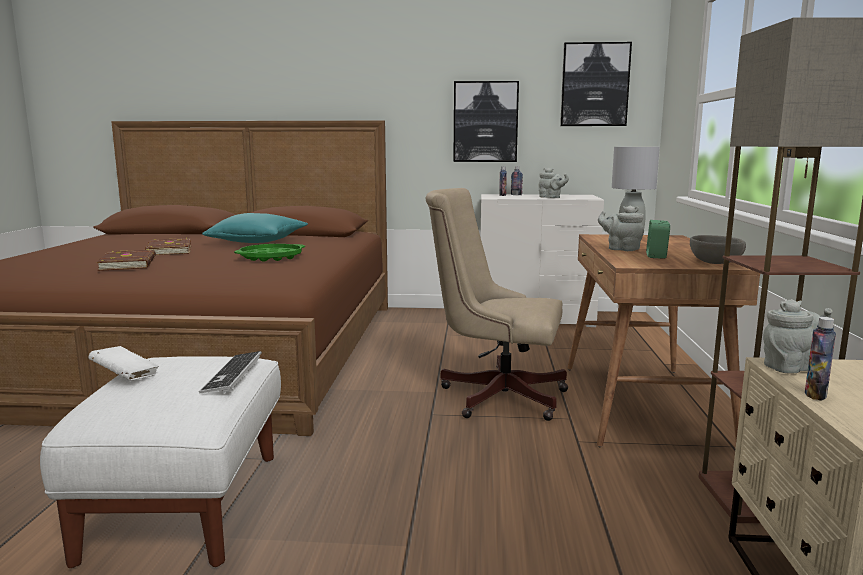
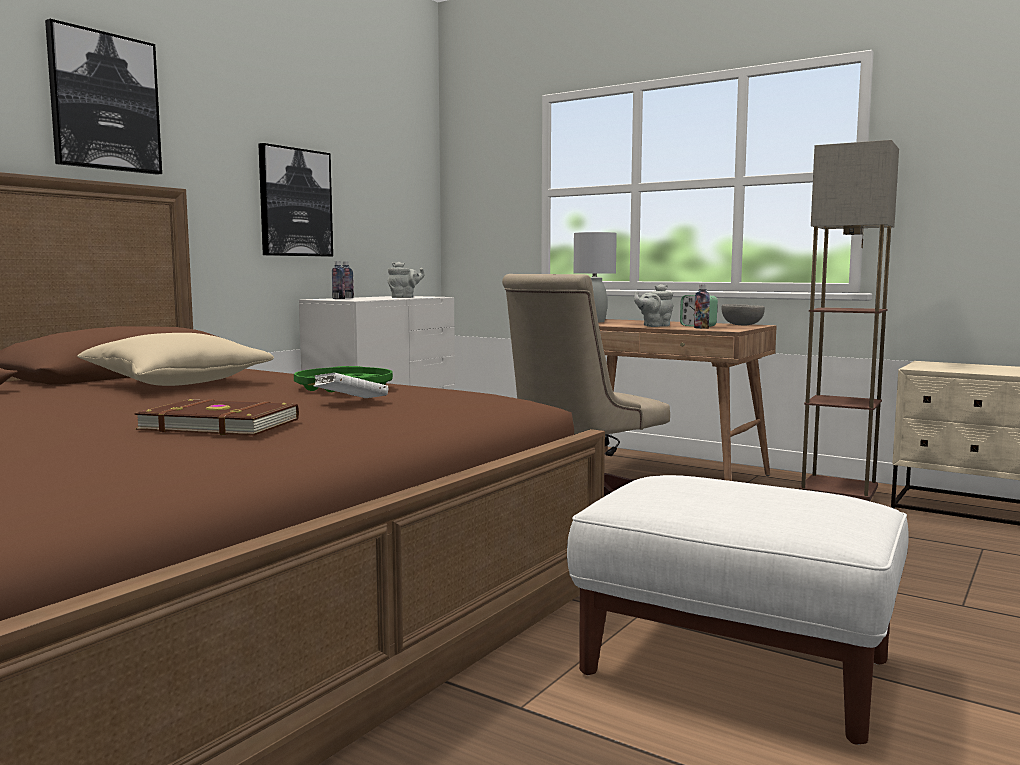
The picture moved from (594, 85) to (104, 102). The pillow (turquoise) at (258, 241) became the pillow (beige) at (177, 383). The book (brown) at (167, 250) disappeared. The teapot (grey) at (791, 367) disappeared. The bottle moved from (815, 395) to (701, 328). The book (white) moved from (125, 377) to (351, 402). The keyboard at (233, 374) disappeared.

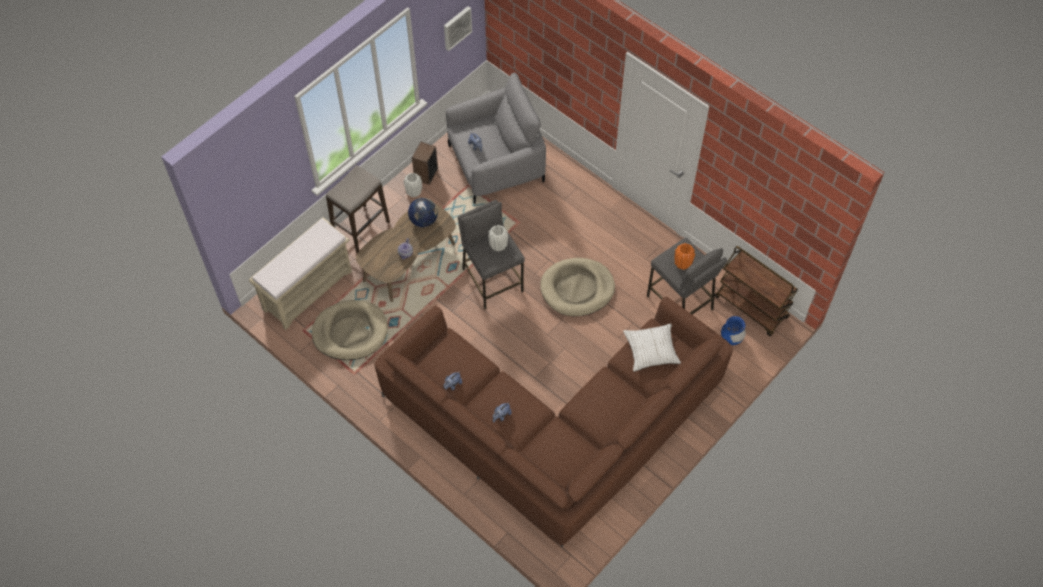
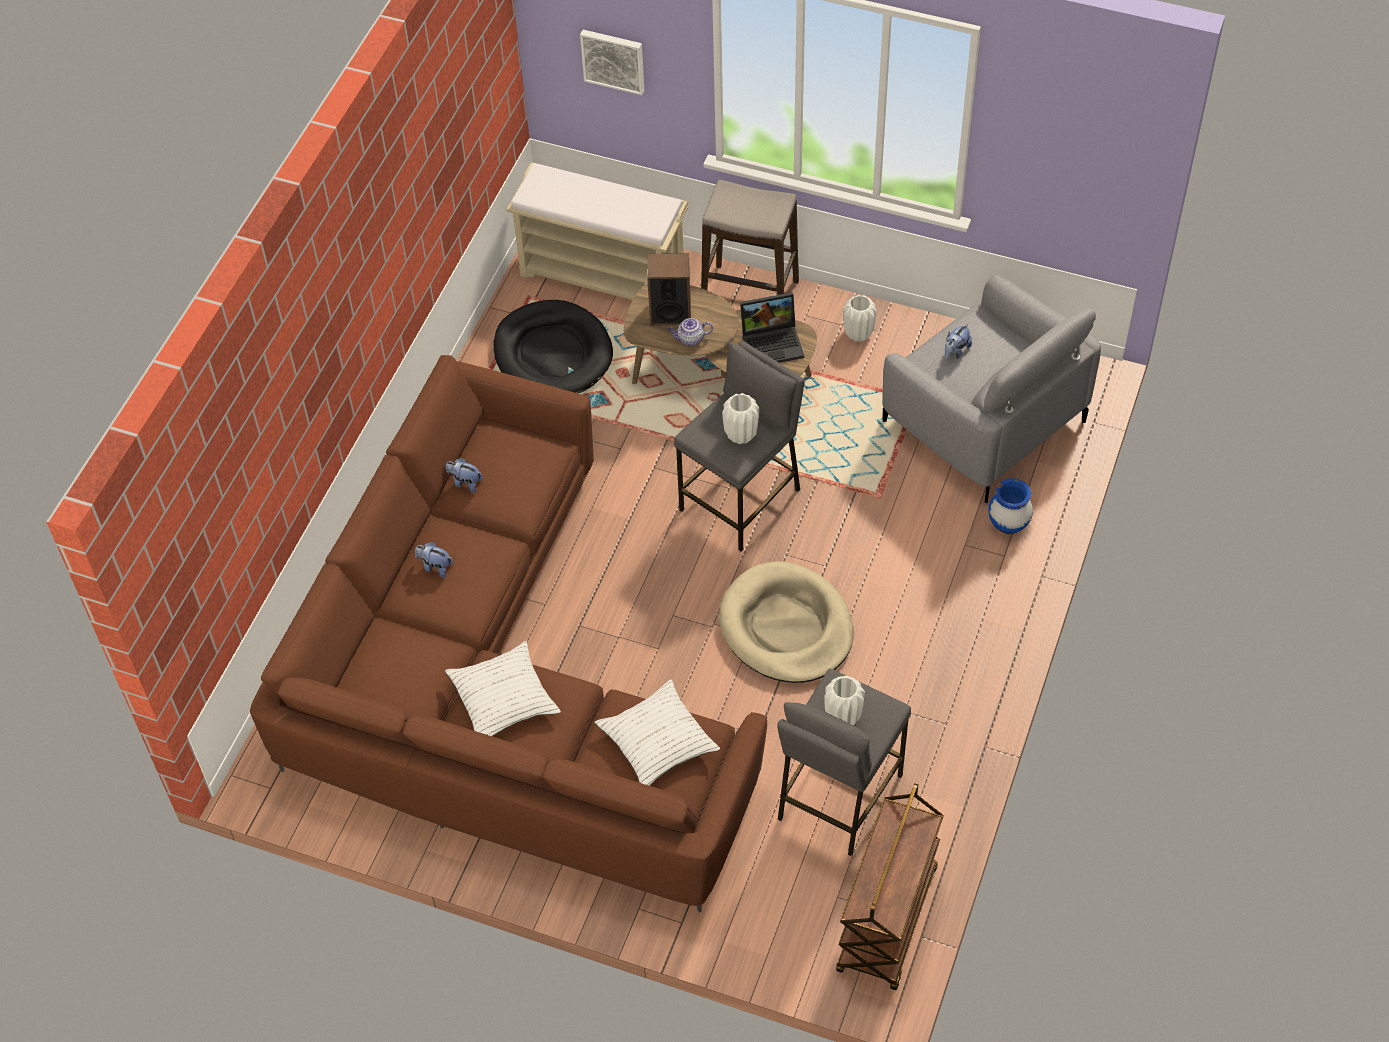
The picture moved from (456, 27) to (613, 60). The speaker moved from (426, 174) to (670, 313). The globe at (424, 220) was replaced by the laptop at (773, 342). The vase (orange) at (682, 264) became the vase (white) at (843, 718). The dog bed (beige) at (350, 332) became the dog bed (black) at (553, 354). The vase (blue) moved from (731, 339) to (1008, 524). The pillow (white) at (503, 698) appeared.

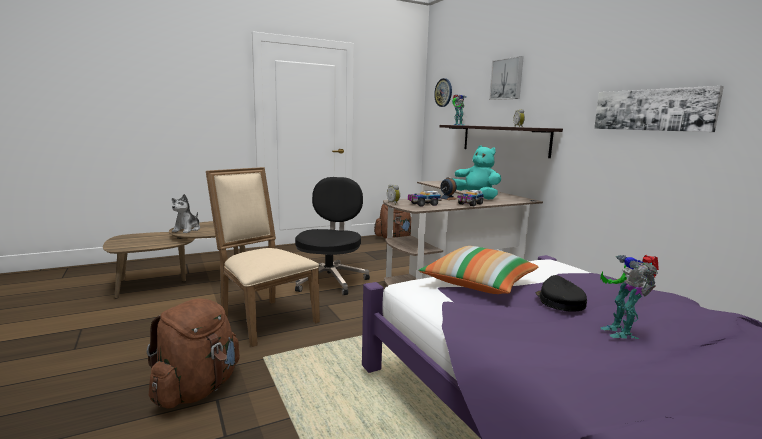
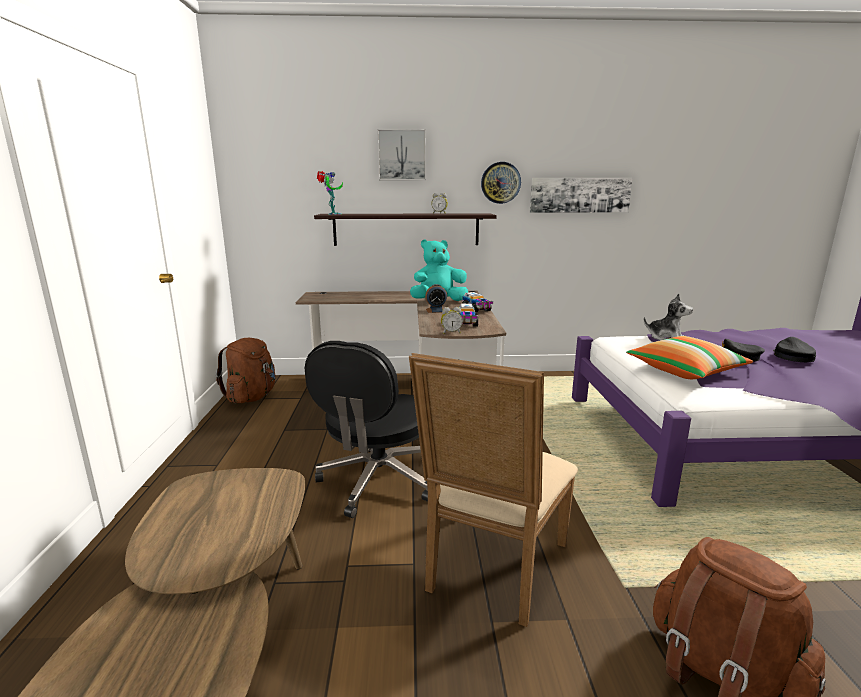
The wall clock moved from (443, 92) to (500, 183). The chair (beige) at (264, 318) turned 45 degrees counterclockwise. The office chair (black) at (330, 280) turned 105 degrees counterclockwise. The plush toy moved from (187, 229) to (666, 337). The toy robot at (621, 331) was replaced by the cap (black) at (792, 356).

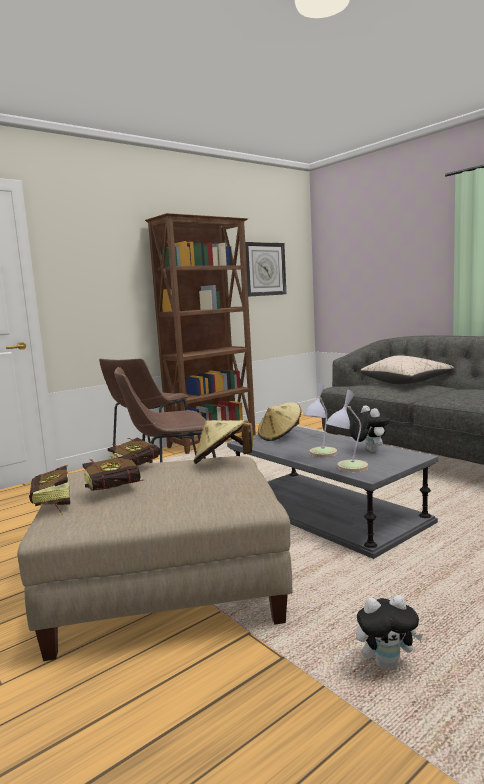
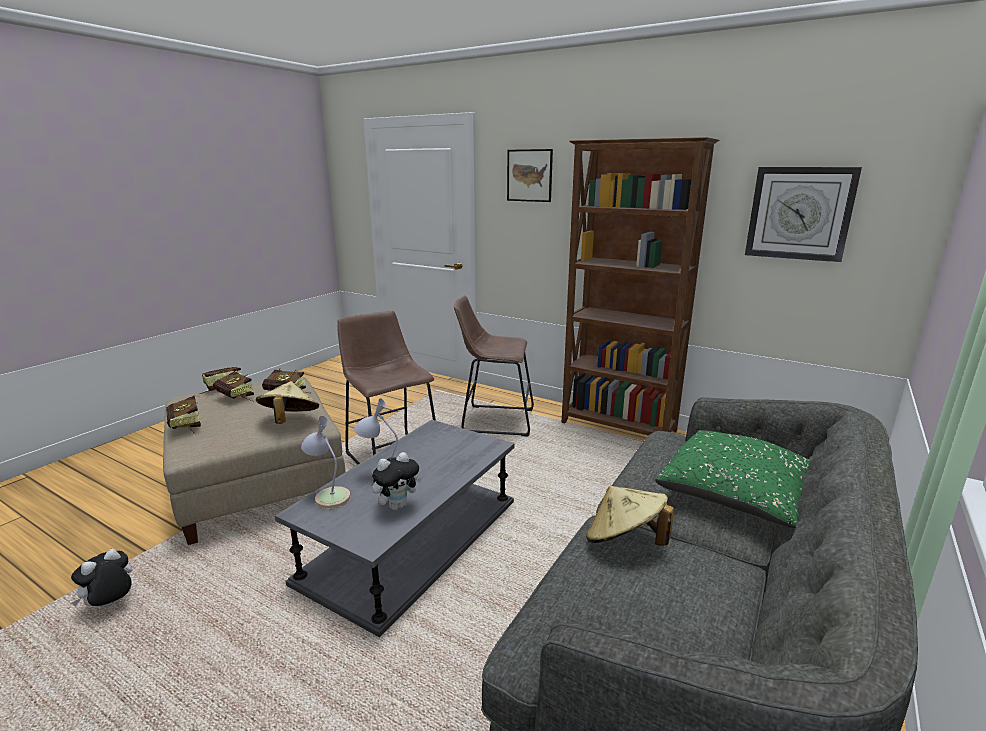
The pillow (beige) at (406, 382) became the pillow (green) at (736, 495). The hat (beige) moved from (280, 436) to (624, 541). The plush toy at (387, 663) turned 60 degrees clockwise. The picture at (529, 175) appeared. The book at (186, 427) appeared.

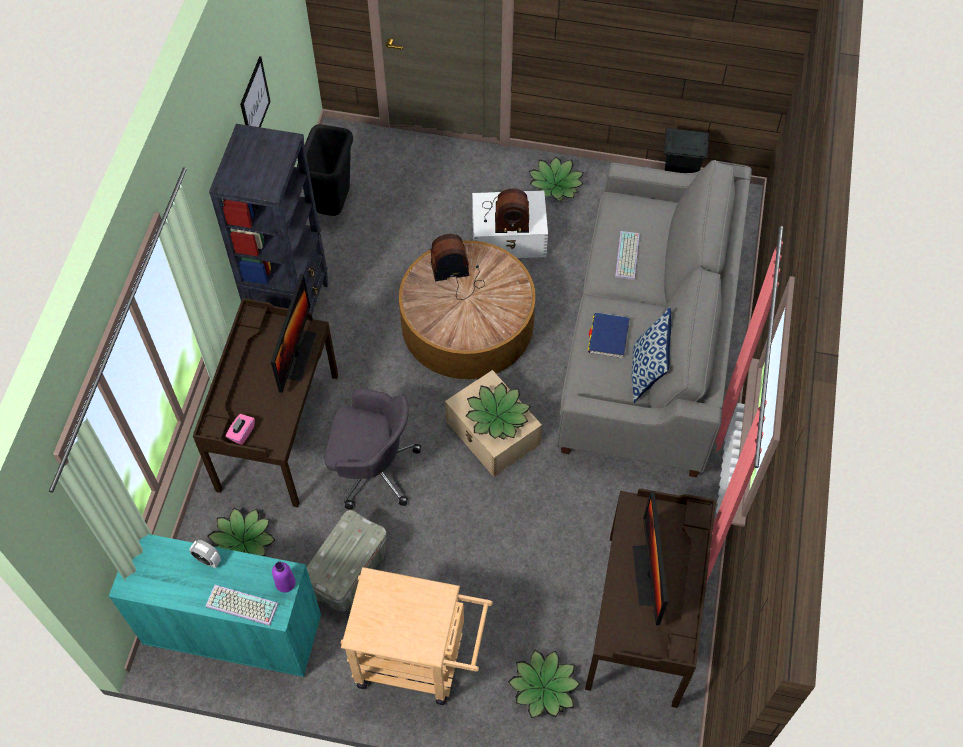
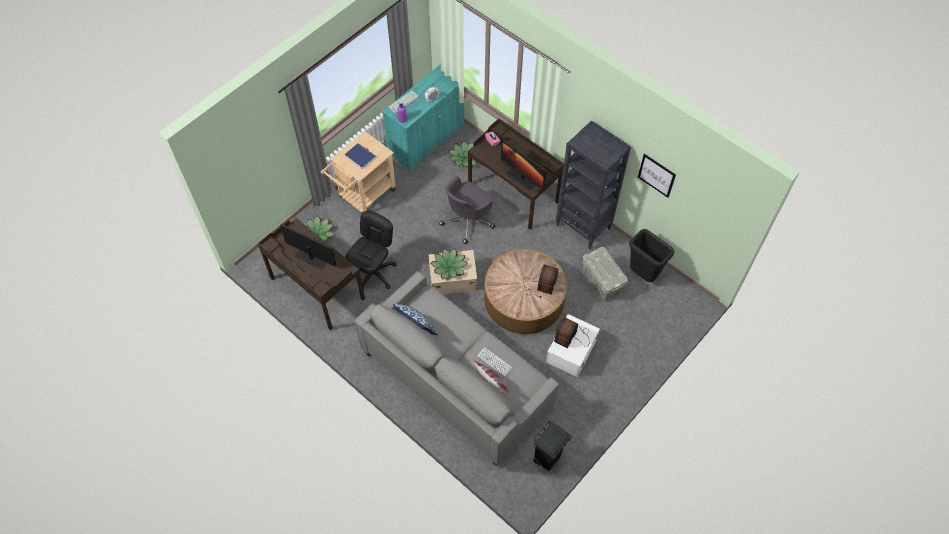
The potted plant at (555, 184) disappeared. The book (blue) moved from (608, 336) to (360, 157). The storage box (grey) moved from (348, 572) to (602, 281). The office chair (black) at (374, 273) appeared. The pillow at (491, 383) appeared.

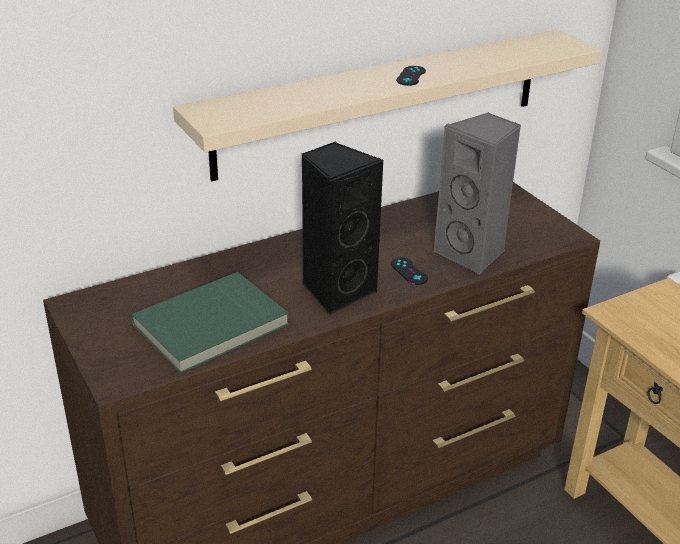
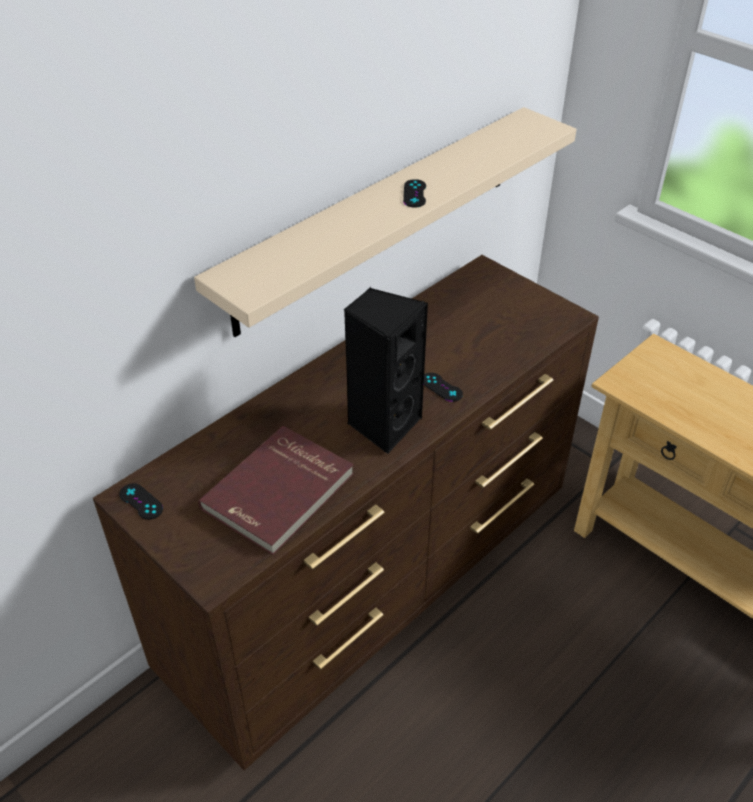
The speaker (grey) at (472, 254) disappeared. The book (green) at (212, 326) became the book (red) at (280, 492). The game controller (black) at (141, 501) appeared.

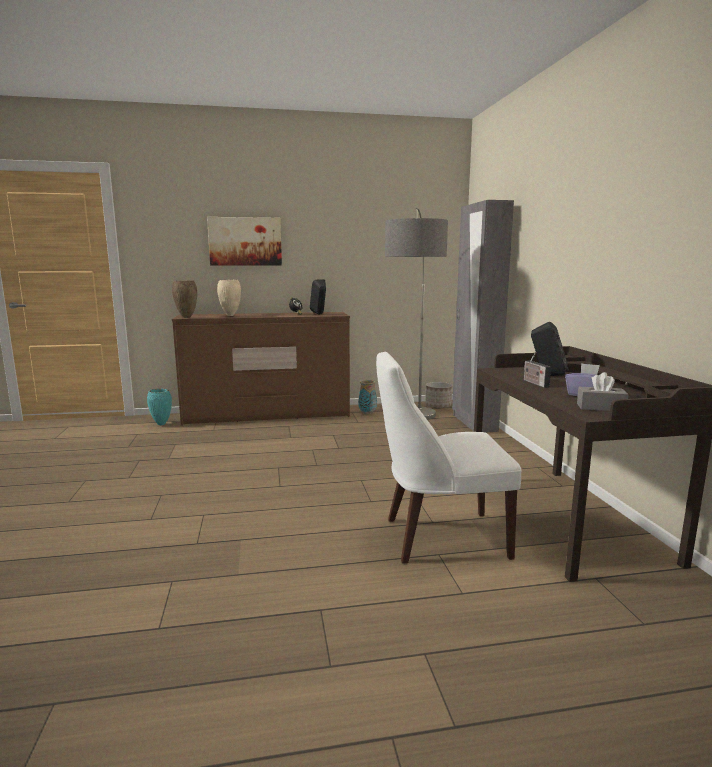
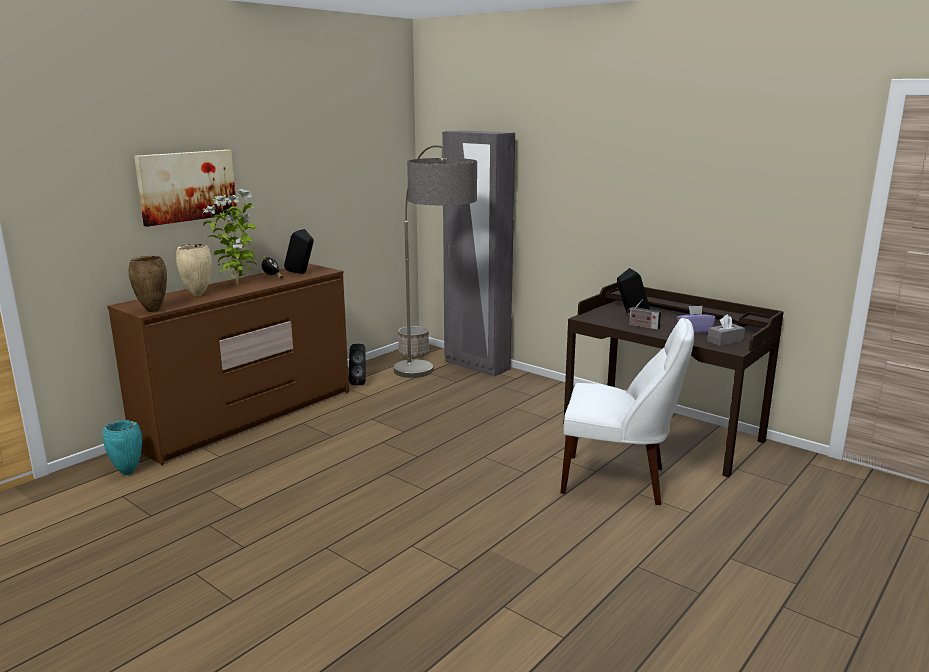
The chair (white) at (439, 537) turned 120 degrees counterclockwise. The vase at (367, 413) was replaced by the speaker (black) at (359, 382). The potted plant at (237, 284) appeared.

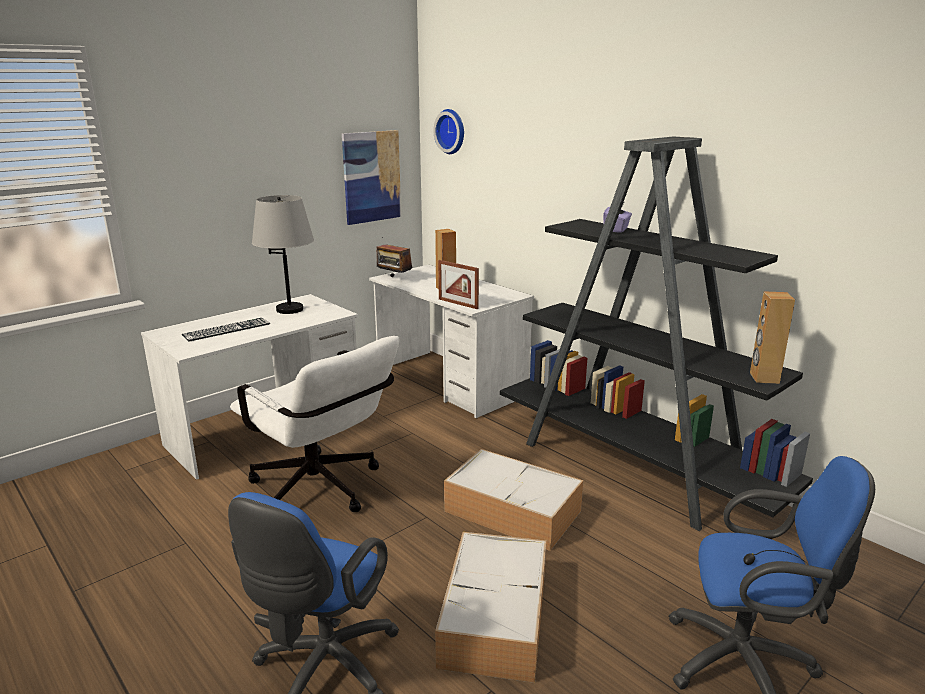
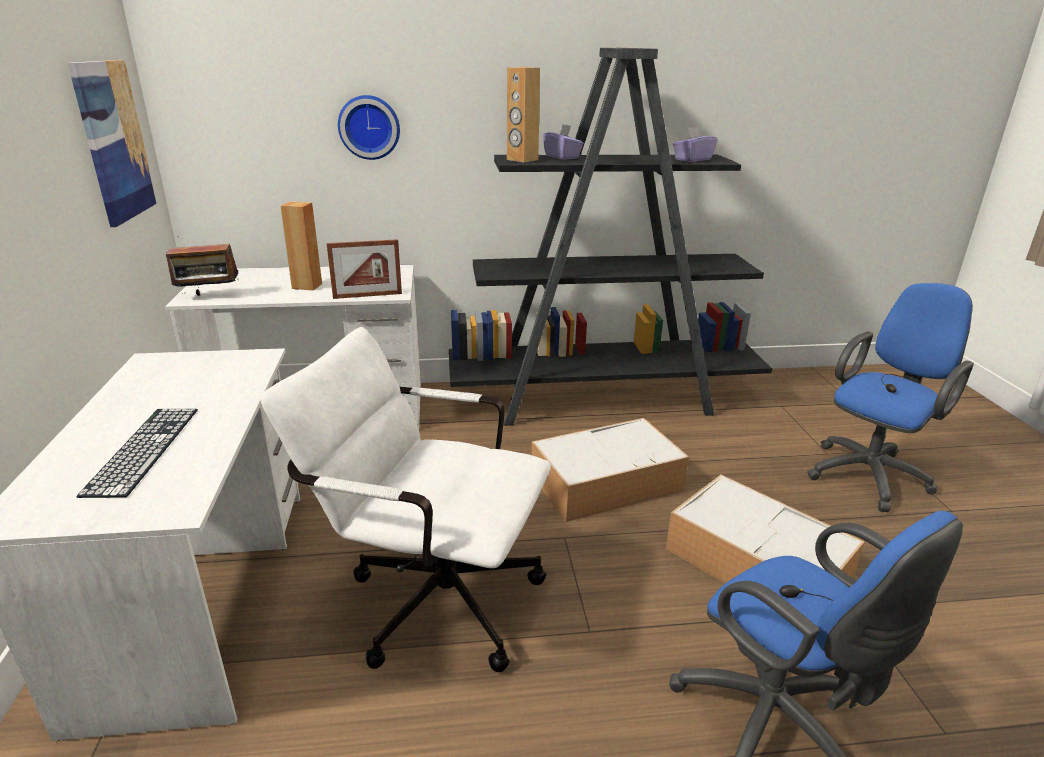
The wall clock moved from (452, 131) to (369, 127). The table lamp (grey) at (290, 309) disappeared. The speaker (brown) moved from (763, 378) to (522, 160). The office chair (white) at (322, 492) turned 150 degrees counterclockwise. The tissue box (purple) at (692, 159) appeared.

